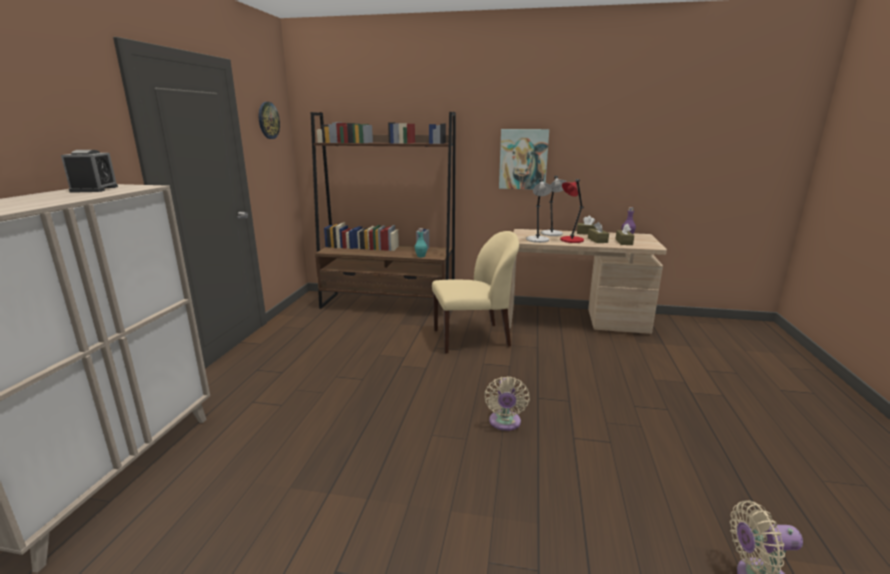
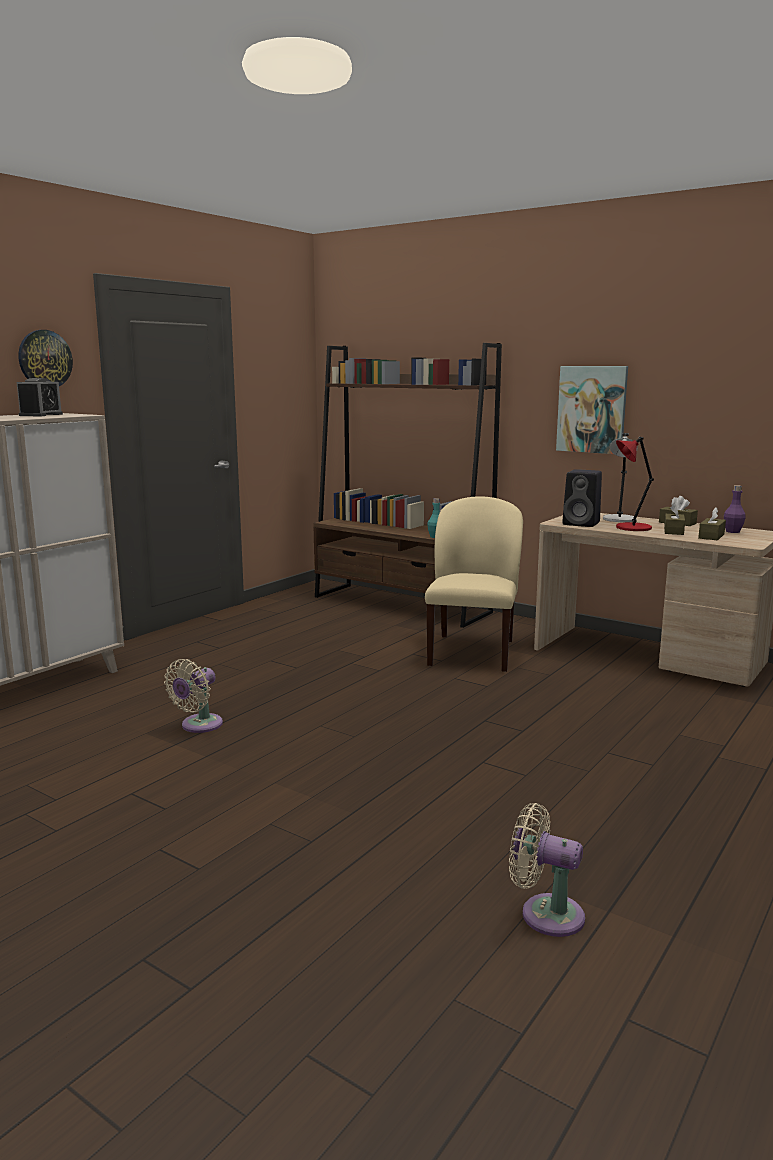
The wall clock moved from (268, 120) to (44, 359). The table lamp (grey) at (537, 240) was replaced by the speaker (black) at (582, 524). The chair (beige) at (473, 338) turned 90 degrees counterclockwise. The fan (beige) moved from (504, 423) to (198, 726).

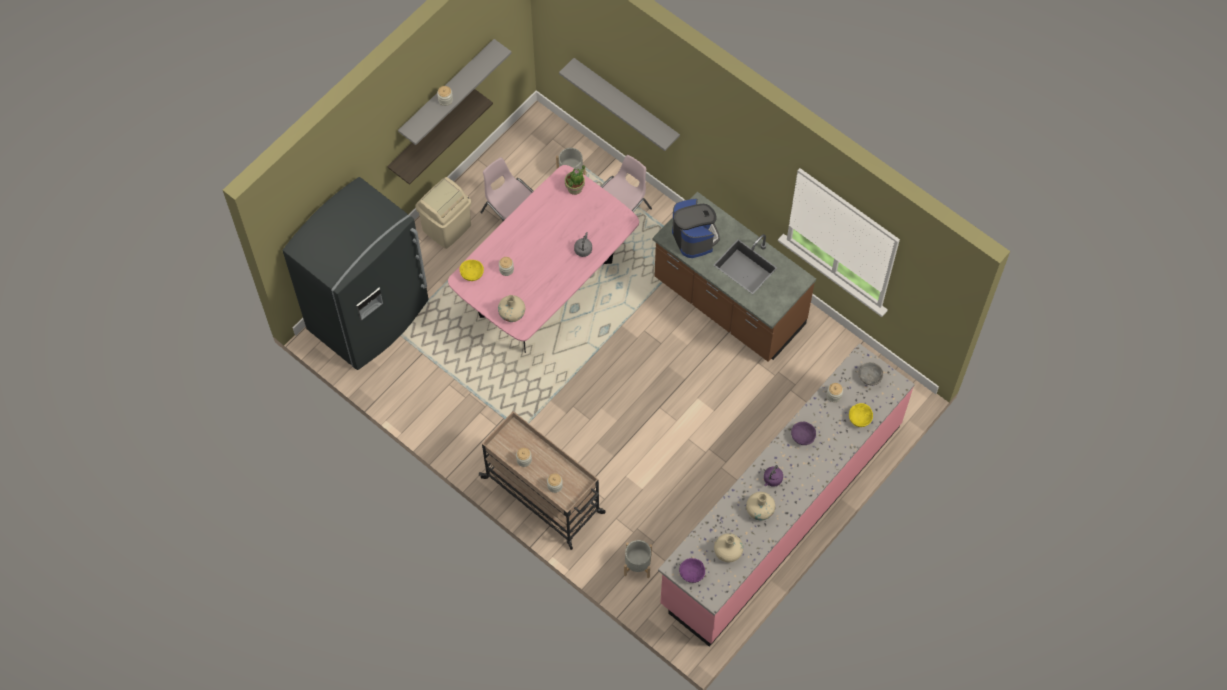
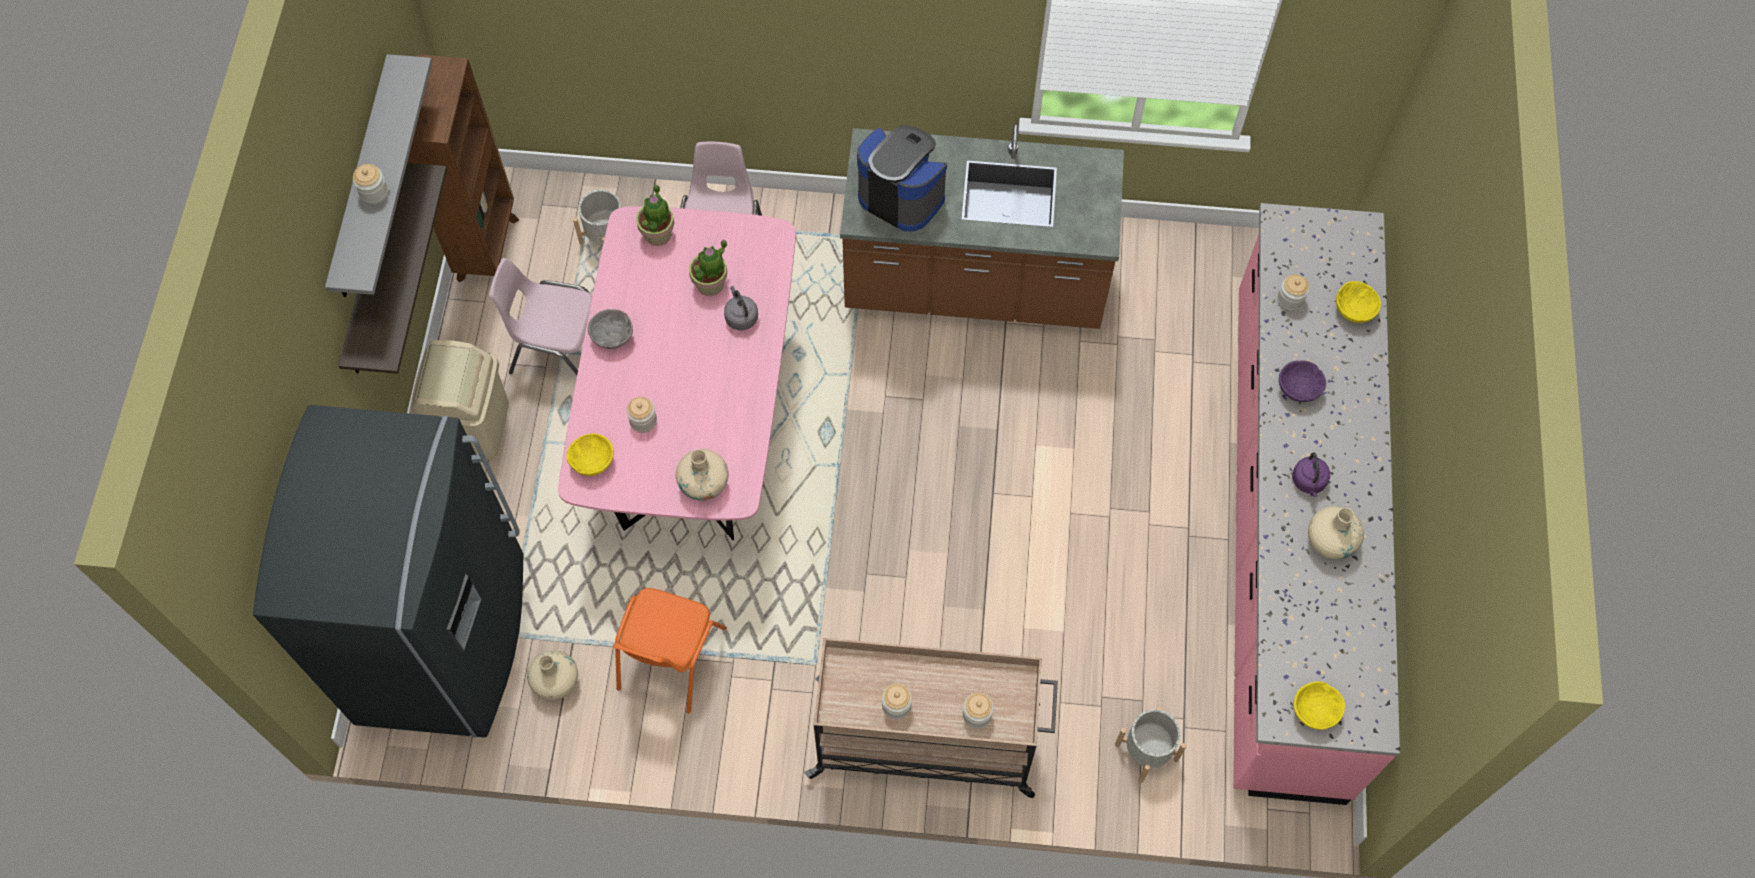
The shelf (grey) at (626, 102) disappeared. The bowl (grey) moved from (870, 377) to (613, 336). The vase (beige) moved from (727, 552) to (556, 682). The bowl (purple) at (692, 573) became the bowl (yellow) at (1314, 710). The bookcase (brown) at (489, 247) appeared. The potted plant at (711, 284) appeared. The chair (orange) at (669, 659) appeared.

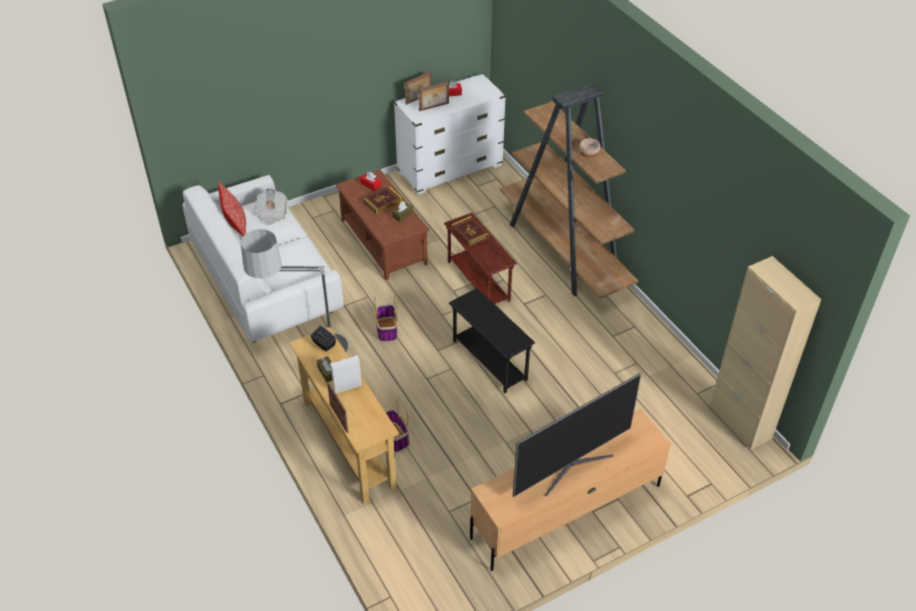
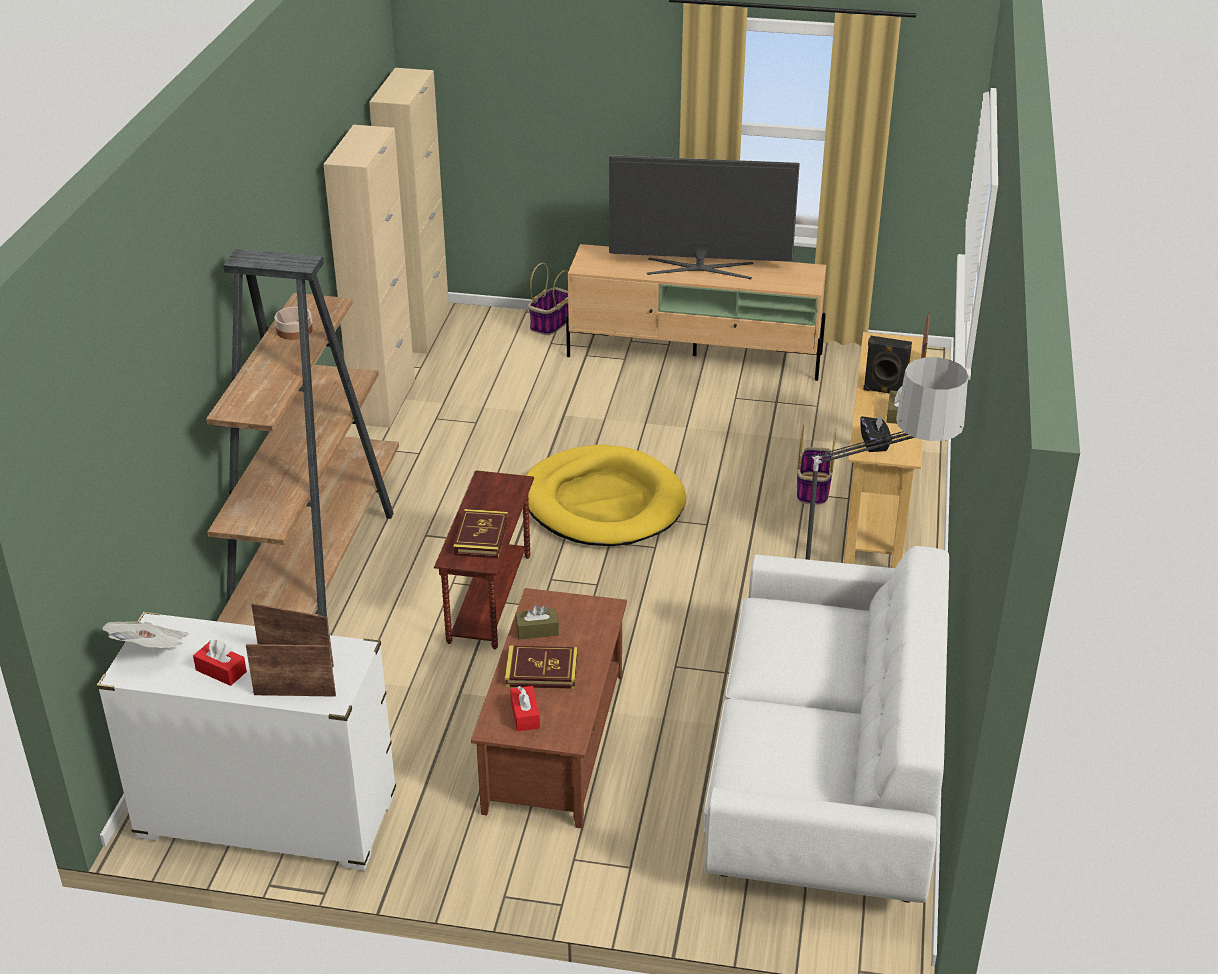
The pillow at (236, 226) disappeared. The newspaper moved from (272, 214) to (151, 650). The side table (black) at (490, 360) was replaced by the dog bed (yellow) at (602, 503). The basket moved from (386, 329) to (550, 324). The speaker (white) at (347, 386) became the speaker (black) at (884, 391). The cabinet (beige) at (383, 402) appeared.

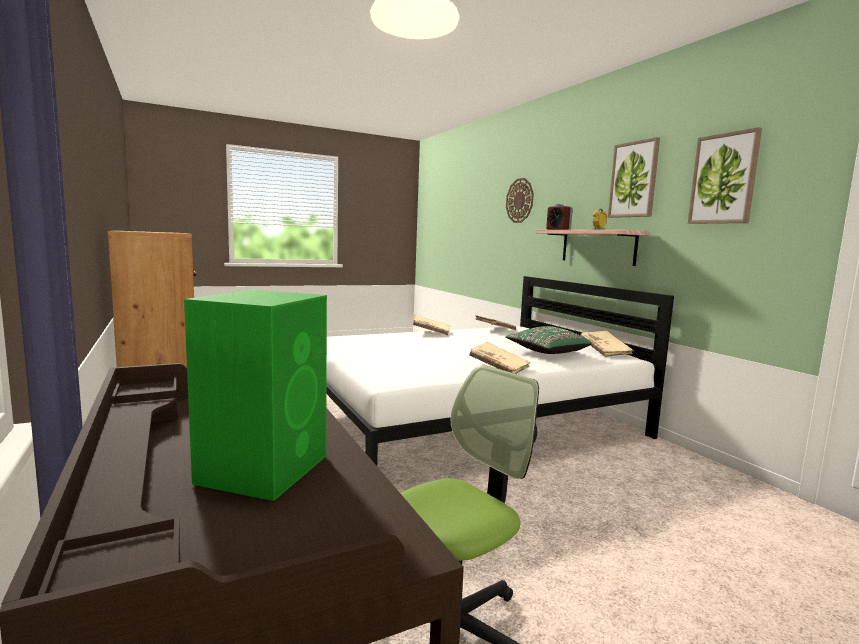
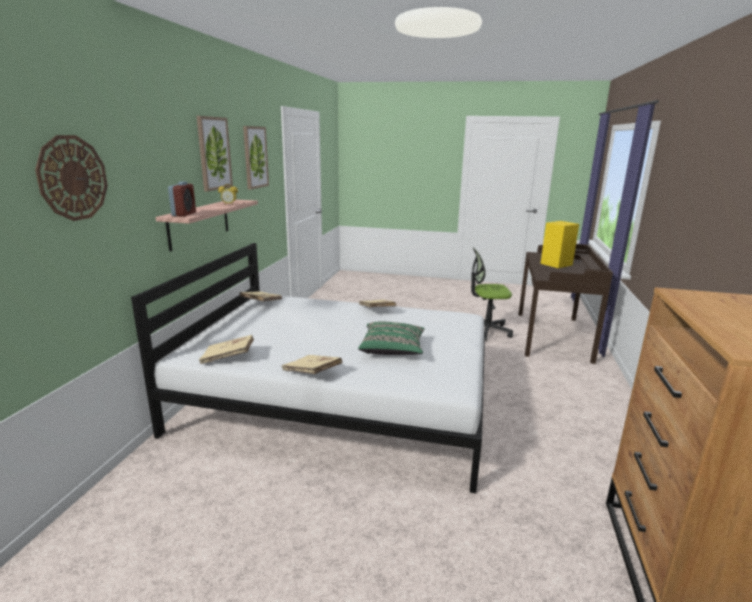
The speaker (green) at (265, 468) became the speaker (yellow) at (556, 264). The pillow (green) moved from (546, 352) to (392, 350).

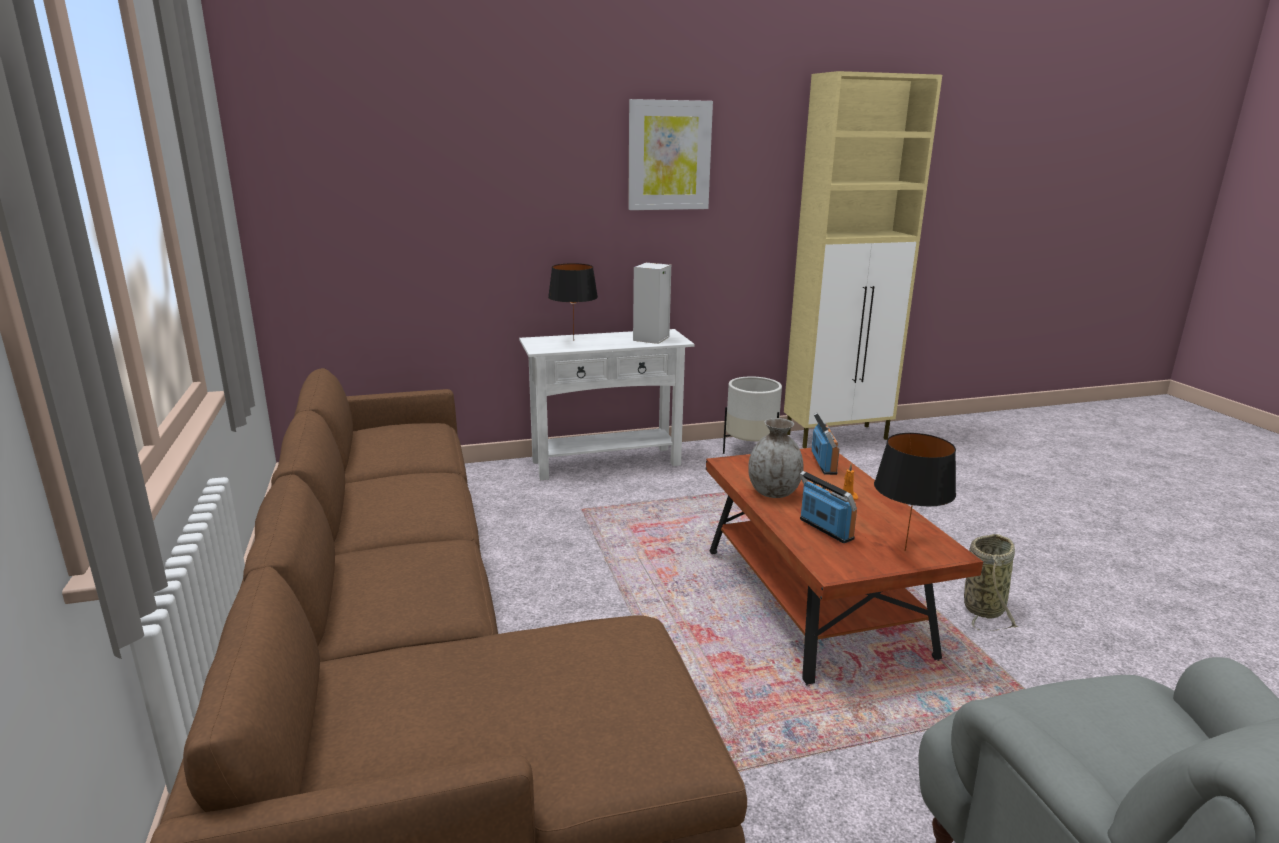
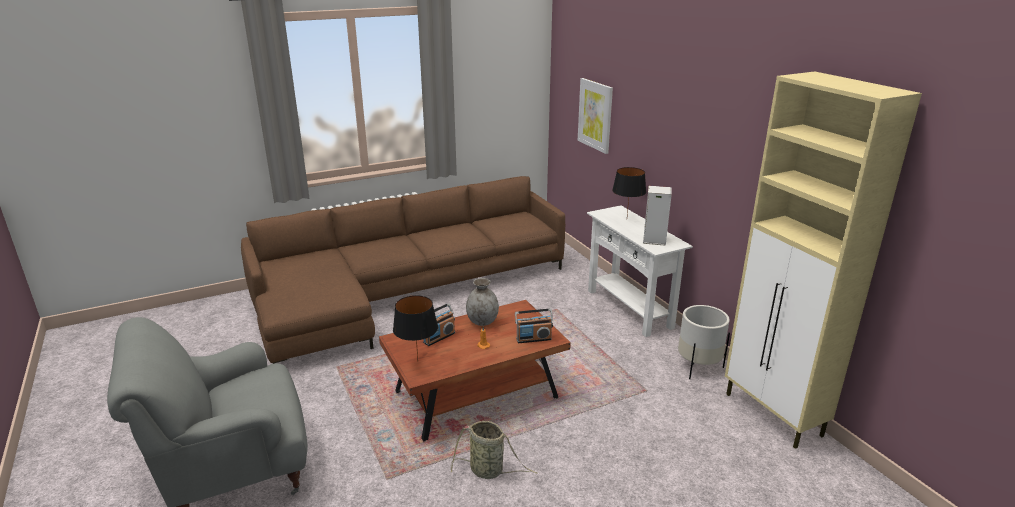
The picture moved from (669, 155) to (595, 115).

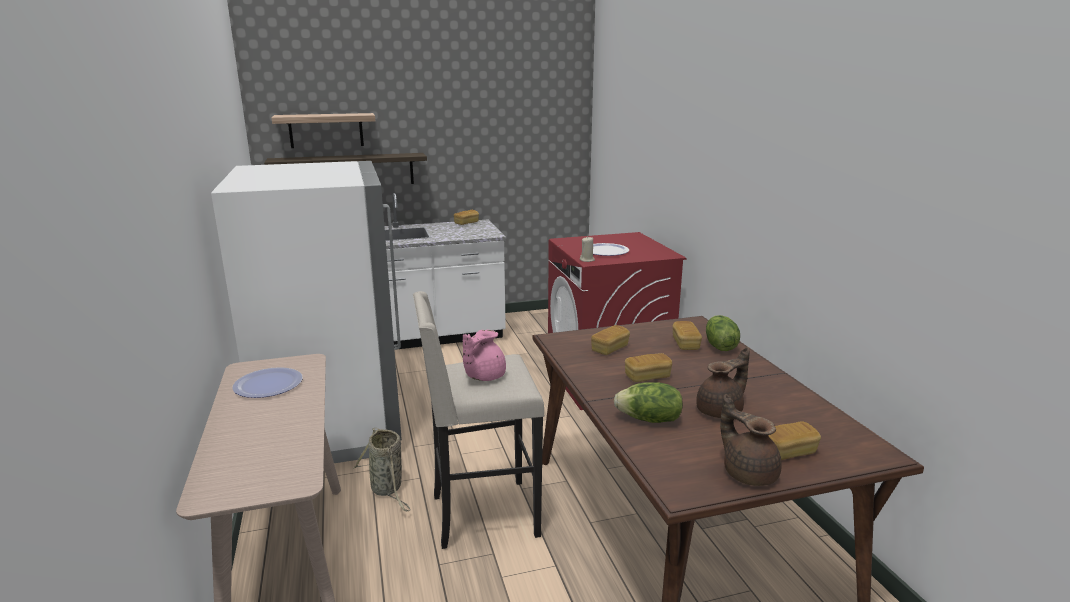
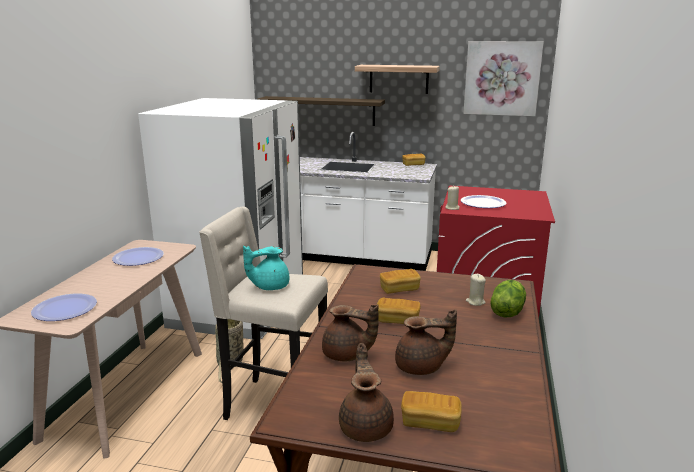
The shelf moved from (326, 130) to (399, 79). The bread at (685, 344) was replaced by the candle (beige) at (475, 302). The teapot (pink) at (483, 376) became the teapot (turquoise) at (269, 286). The lettuce at (649, 420) was replaced by the teapot (brown) at (347, 355). The picture at (502, 78) appeared. The plate at (65, 309) appeared.

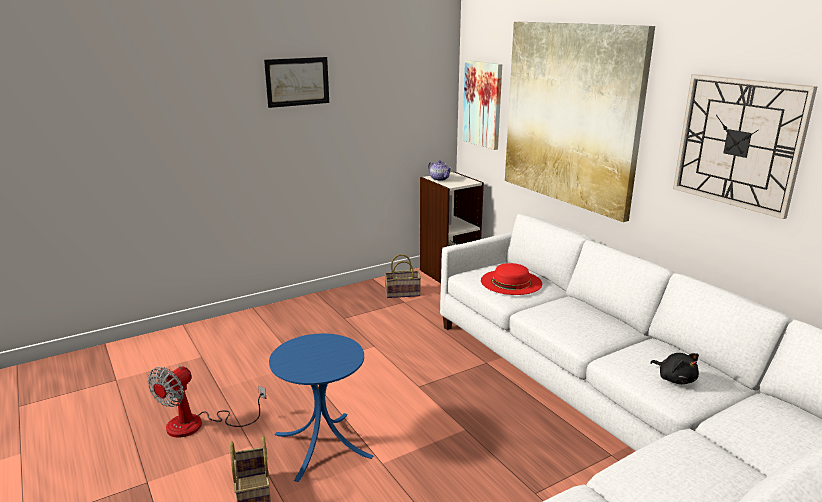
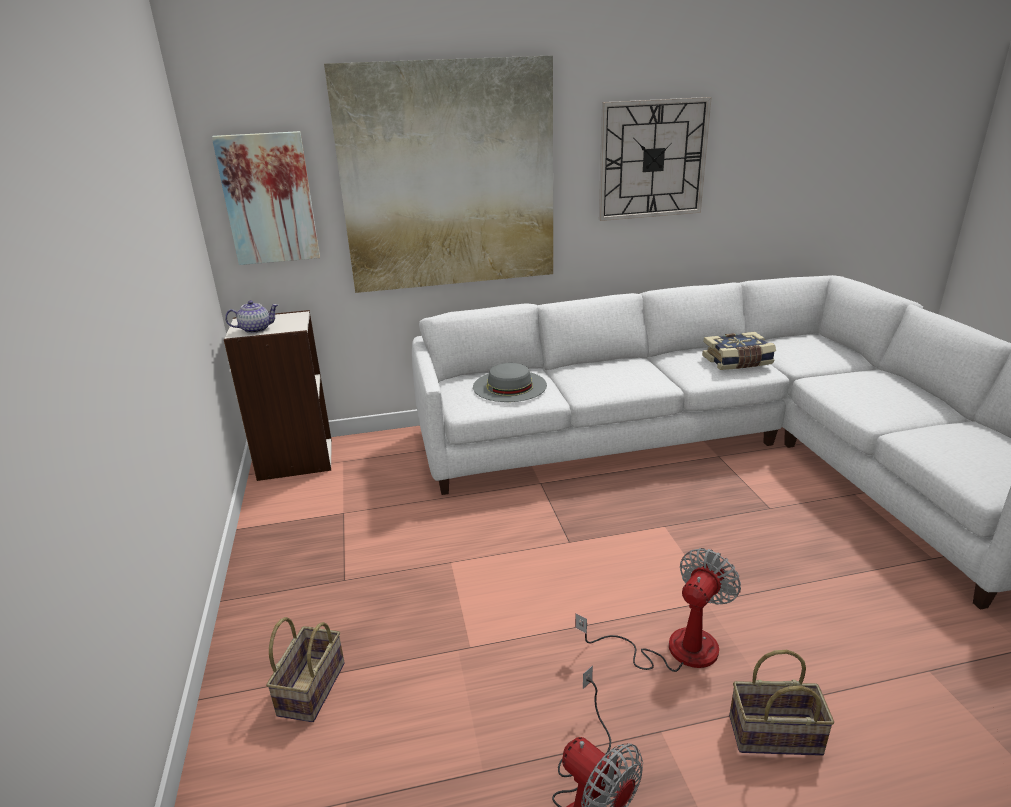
The picture at (297, 81) disappeared. The basket moved from (403, 293) to (311, 687). The hat (red) at (511, 282) became the hat (grey) at (509, 386). The side table (blue) at (322, 445) was replaced by the fan at (673, 648). The plush toy (black) at (675, 379) was replaced by the book at (737, 362).

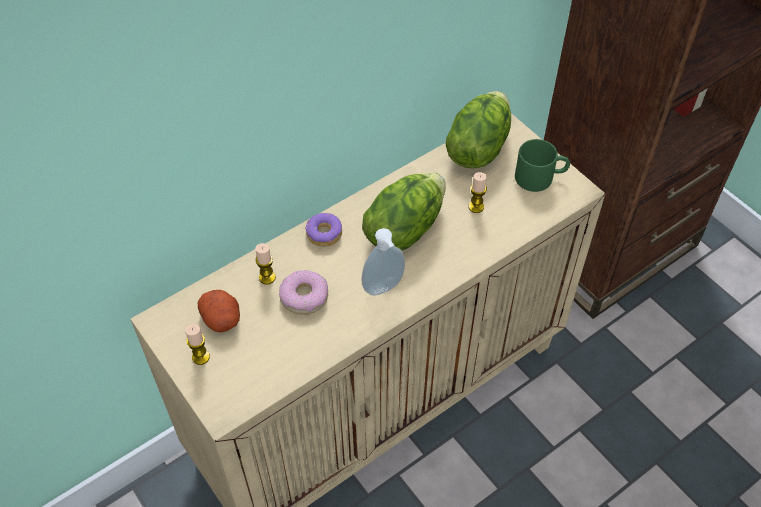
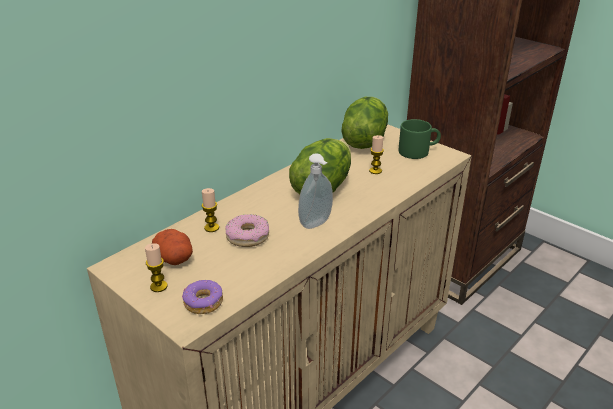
The donut moved from (324, 234) to (203, 303).

